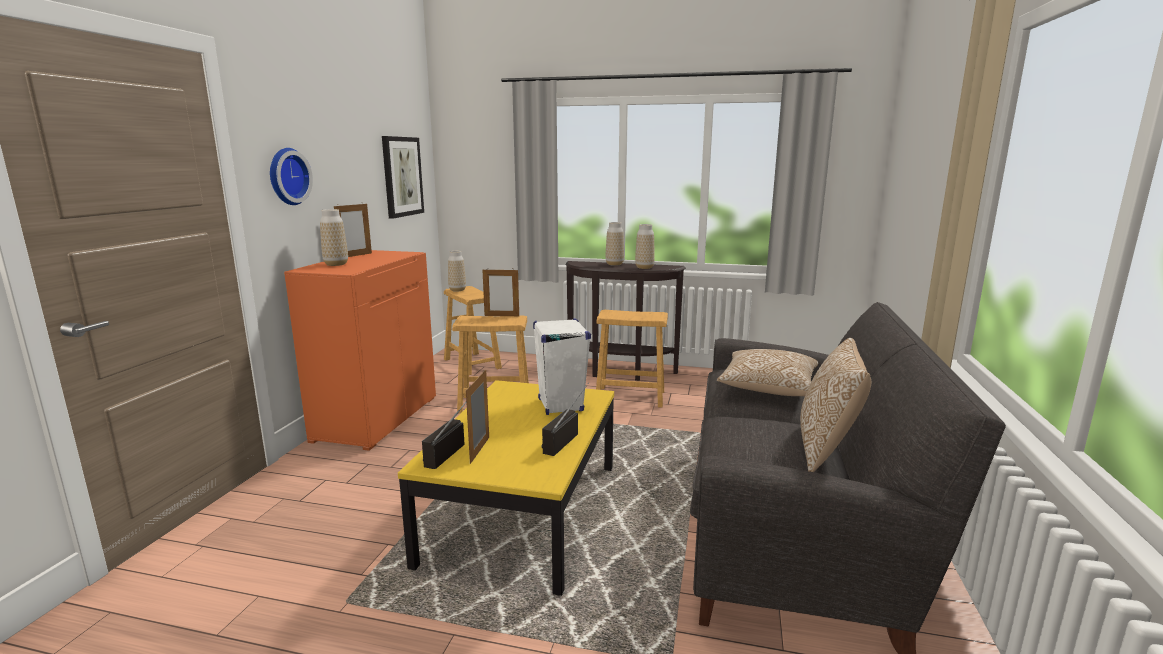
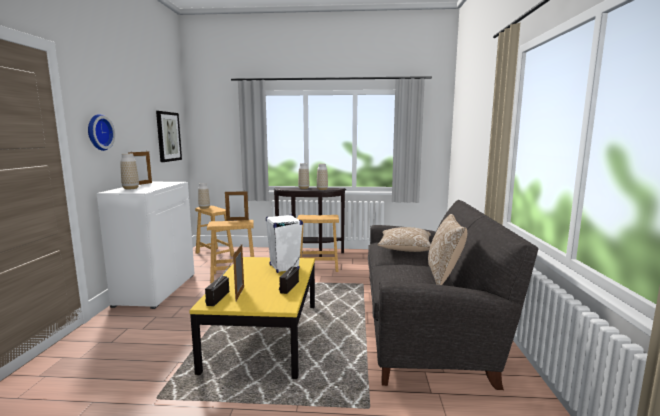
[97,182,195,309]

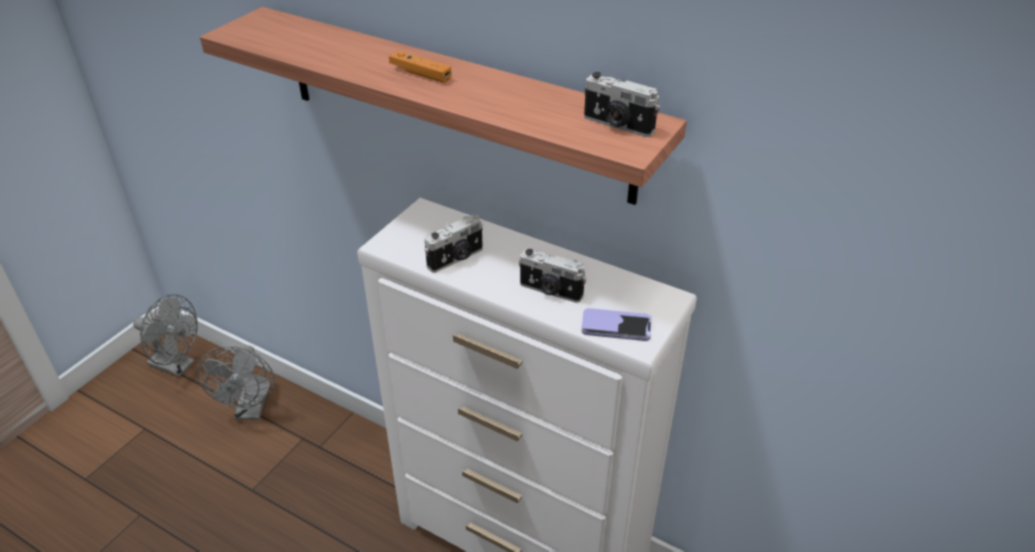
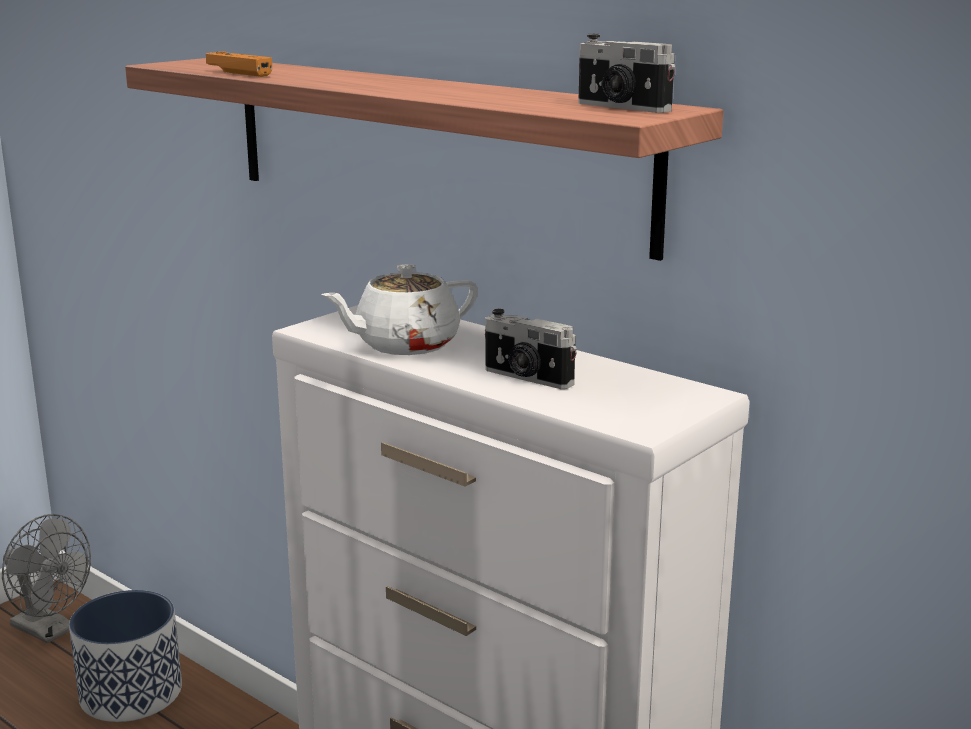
[69,590,182,722]
[206,52,272,77]
[321,264,478,355]
[581,308,652,341] (first image)

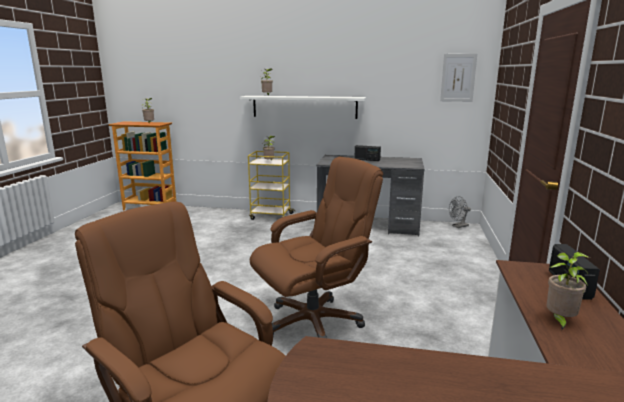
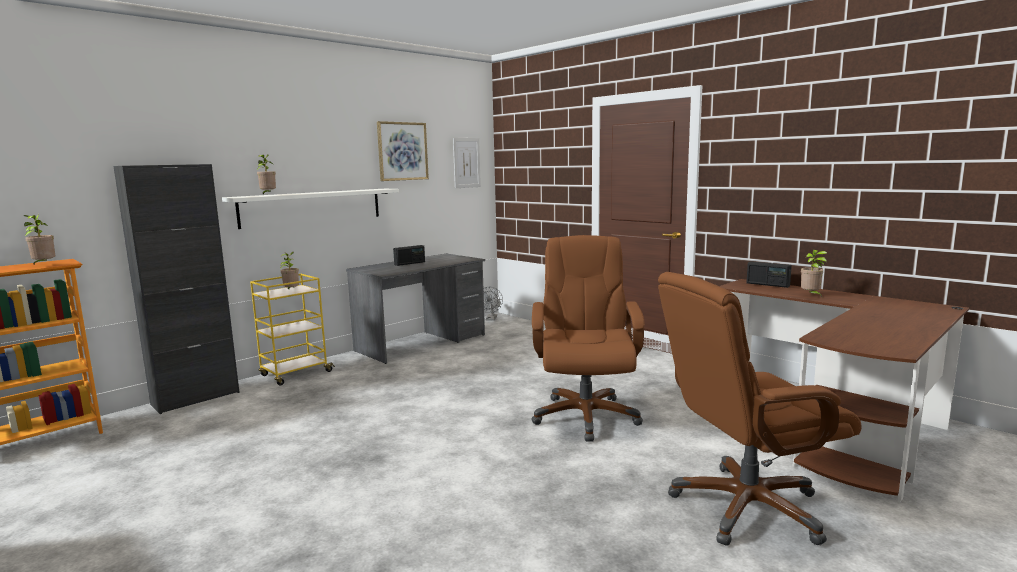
[113,164,240,414]
[377,121,429,181]

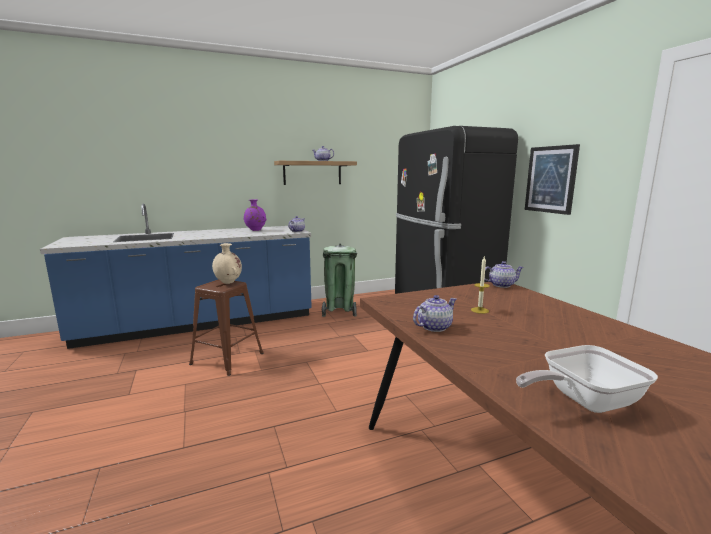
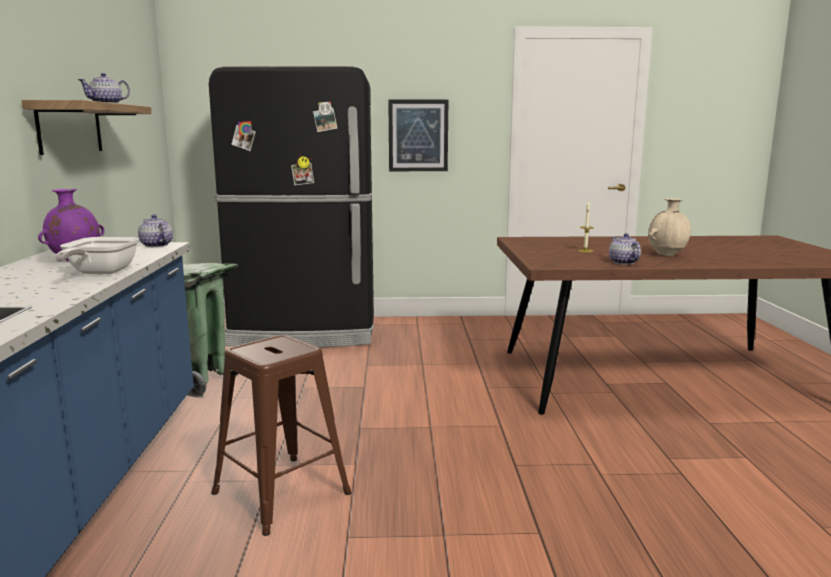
[648,198,691,256]
[484,261,524,288] (first image)
[55,237,139,274]

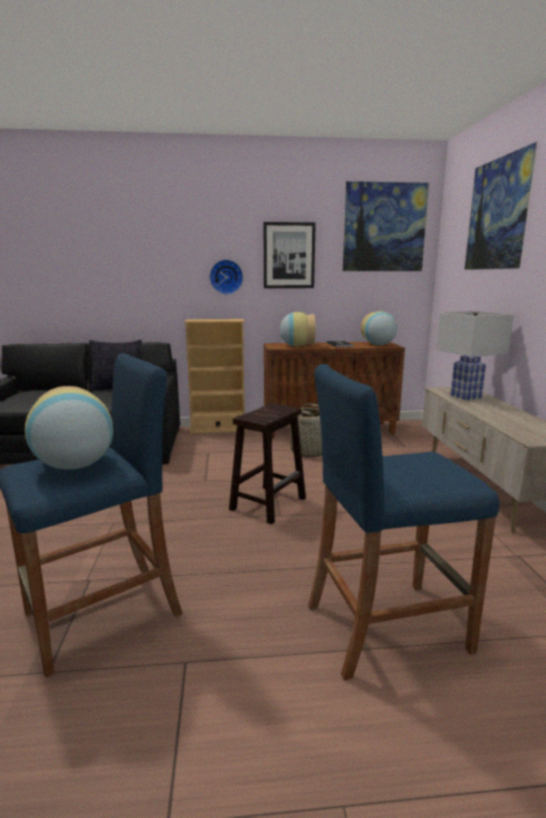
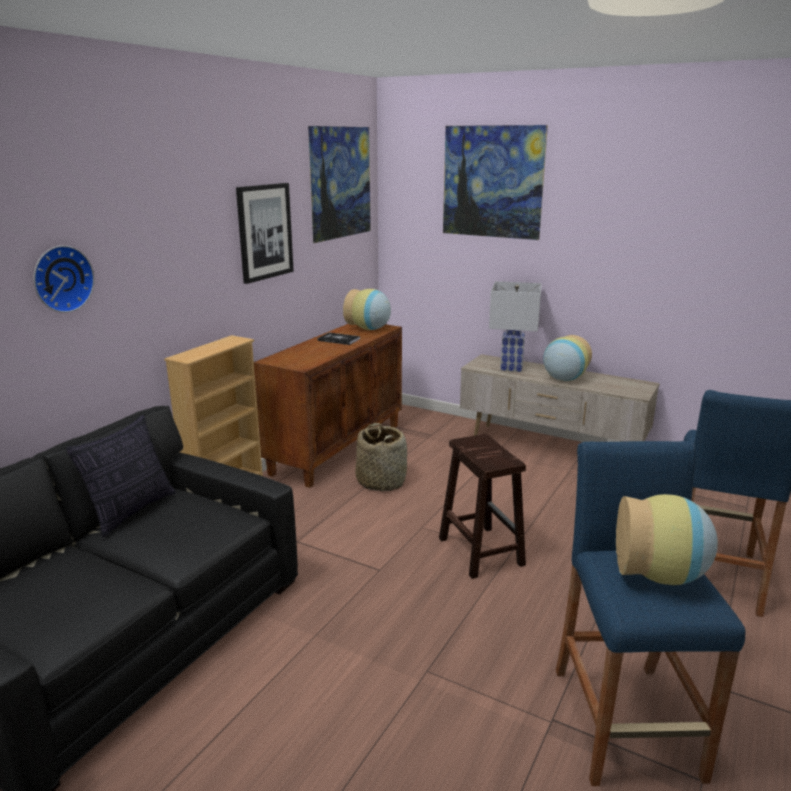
[33,245,95,313]
[543,335,592,381]

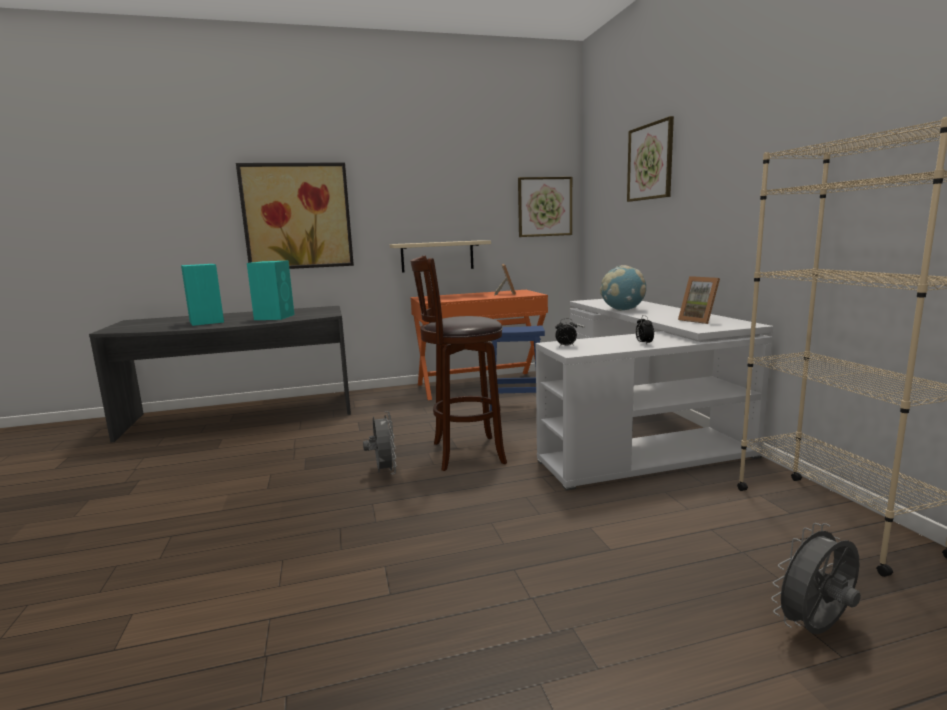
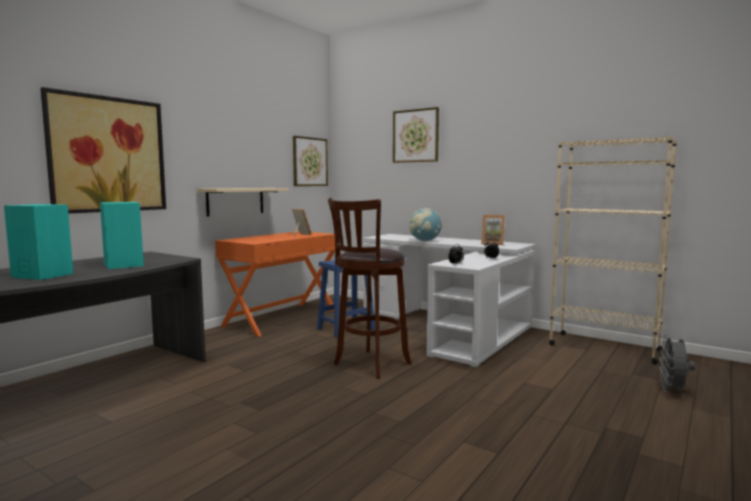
[363,411,397,475] (first image)

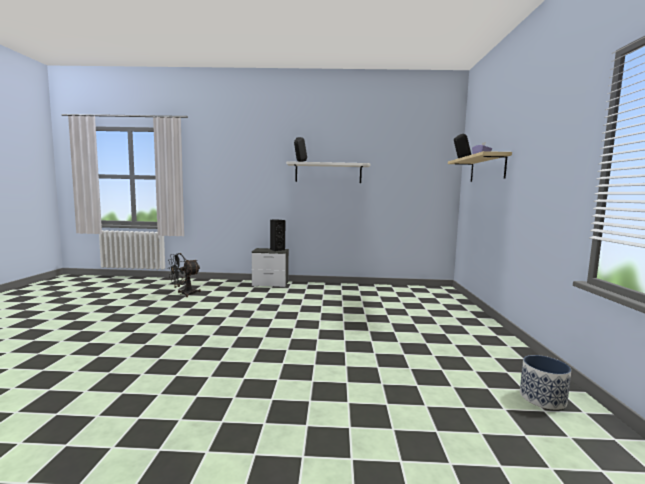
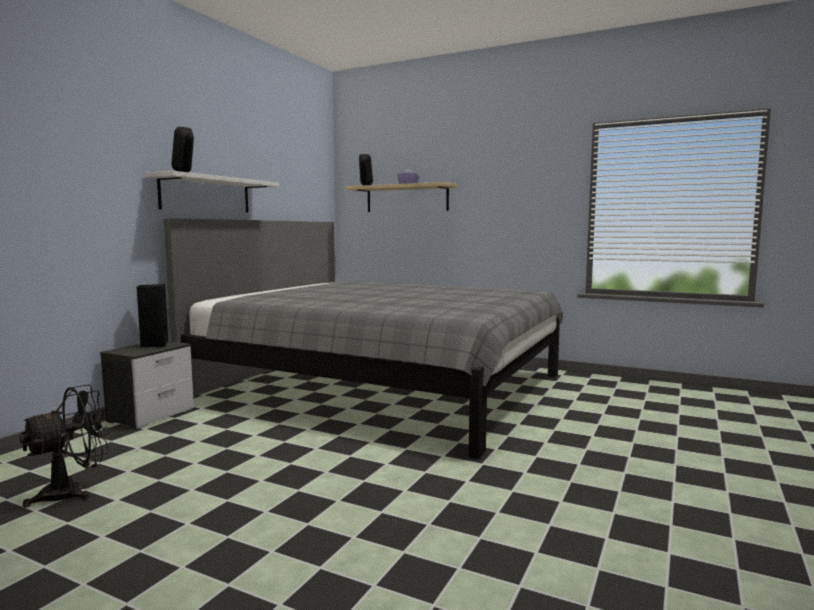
[19,384,110,508]
[520,355,571,410] (first image)
[164,218,563,459]

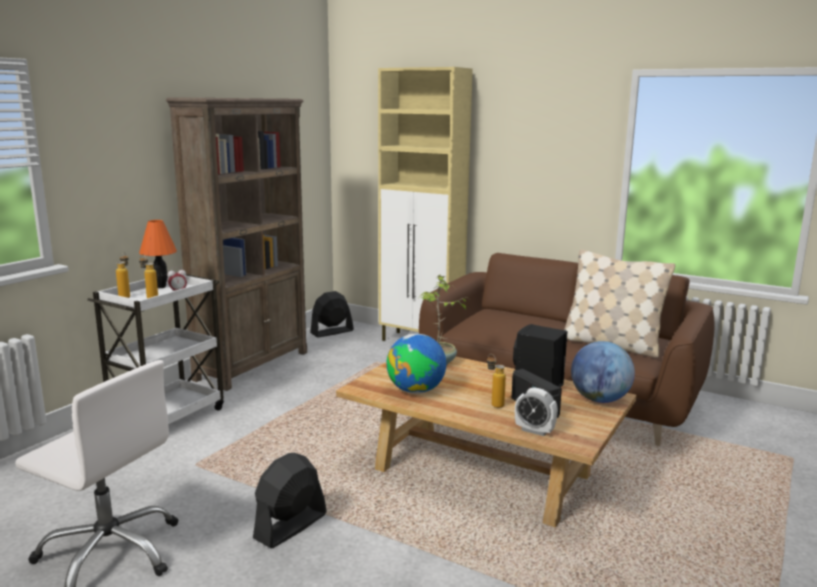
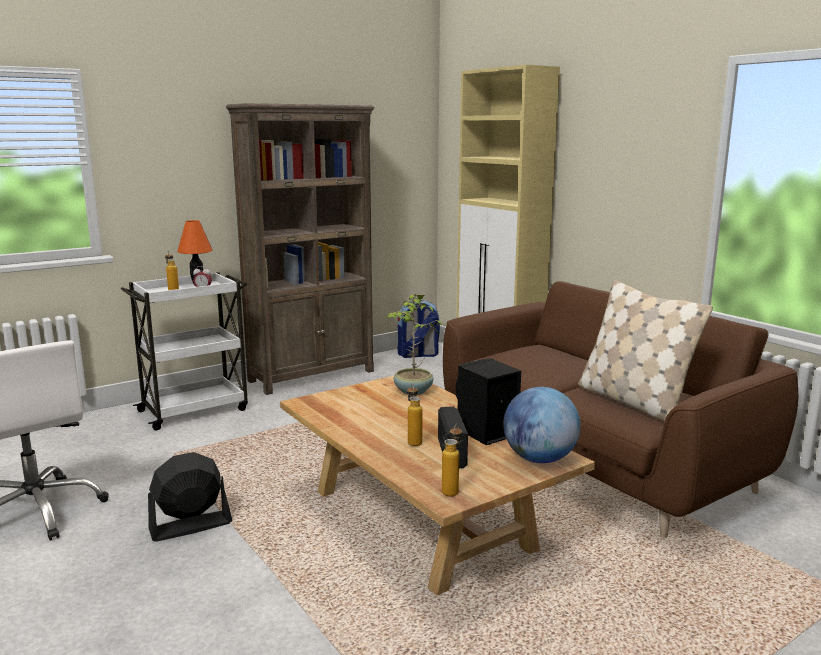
[442,423,462,497]
[397,300,440,358]
[386,334,446,394] (first image)
[515,387,558,436] (first image)

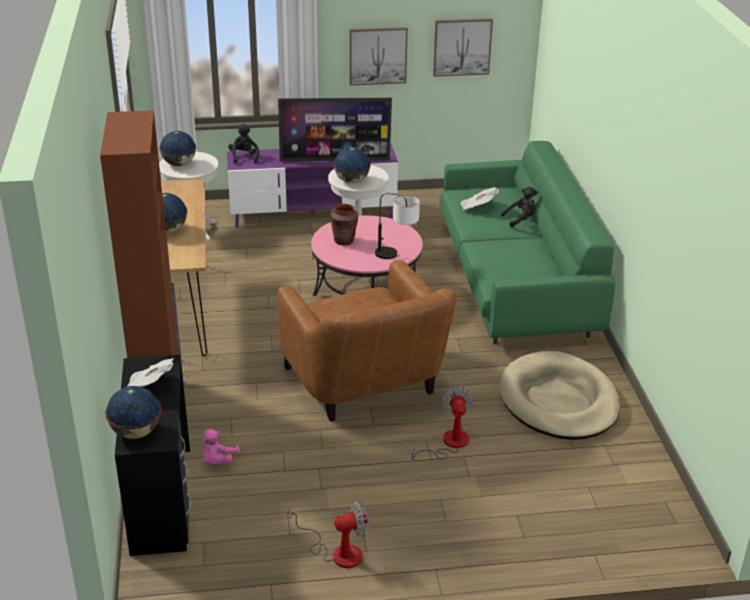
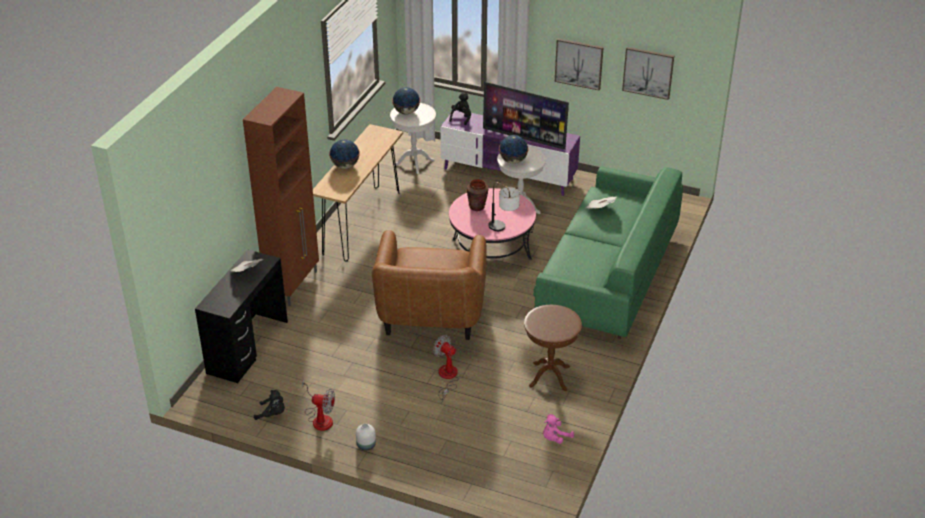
[105,386,161,439] (first image)
[543,414,574,444]
[433,335,459,400]
[524,305,582,391]
[254,390,285,420]
[356,423,376,451]

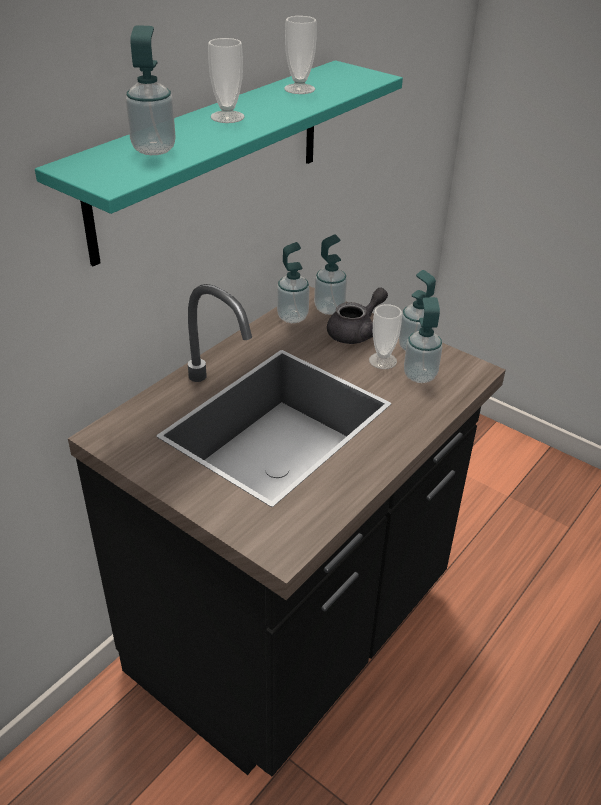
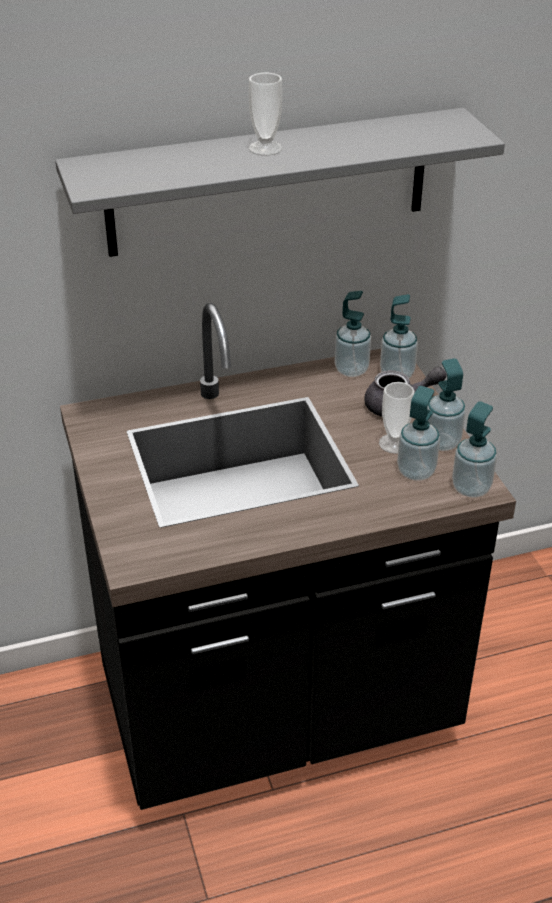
[55,108,505,257]
[452,401,497,498]
[284,16,317,94] (first image)

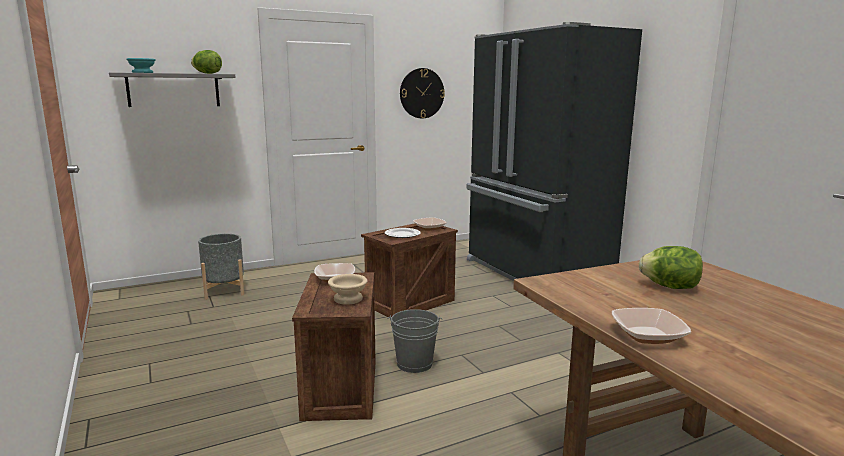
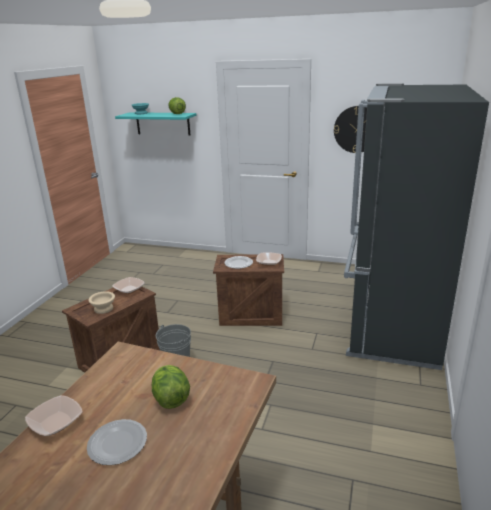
[115,112,196,136]
[198,234,244,300] (first image)
[87,419,147,465]

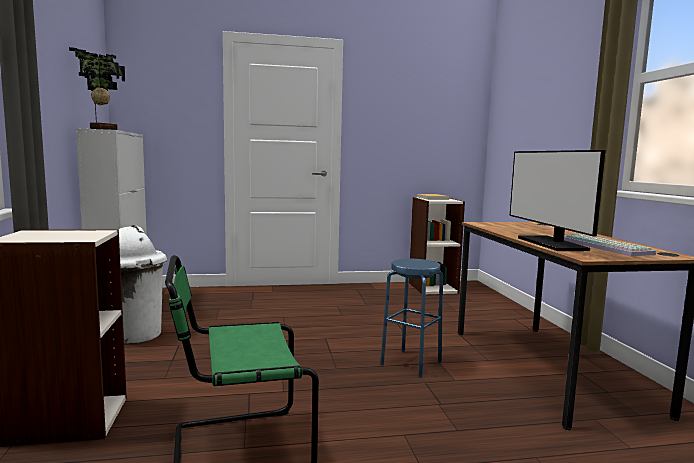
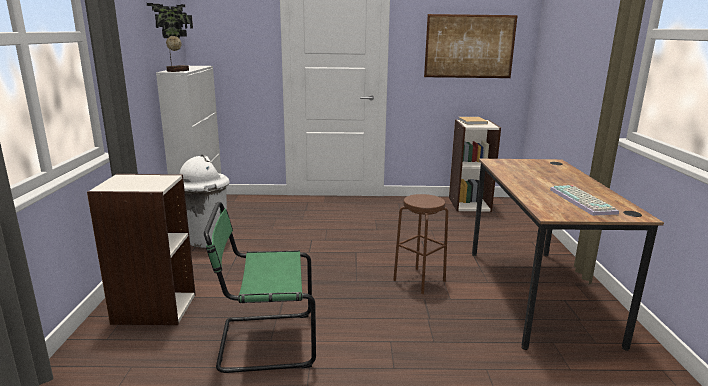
[393,194,448,294]
[510,150,606,251] (first image)
[424,14,518,78]

